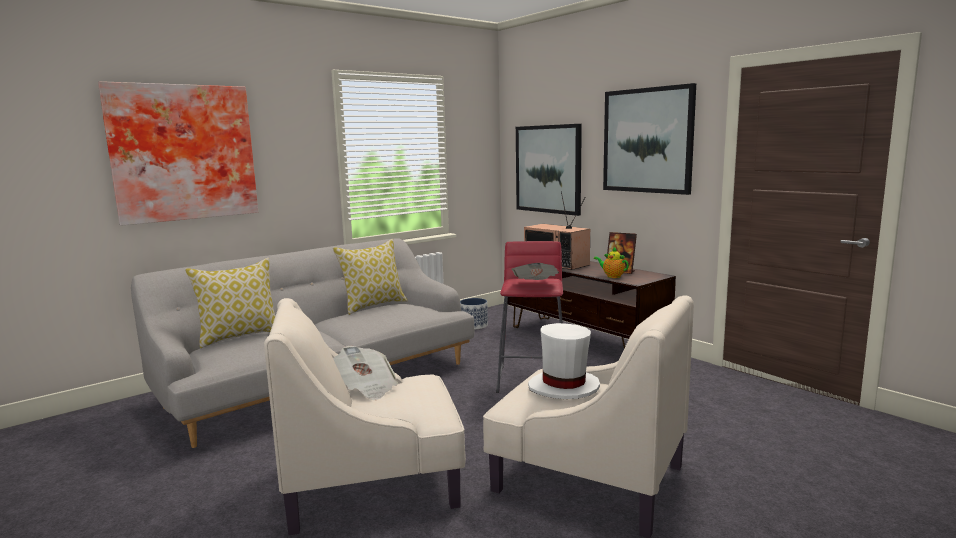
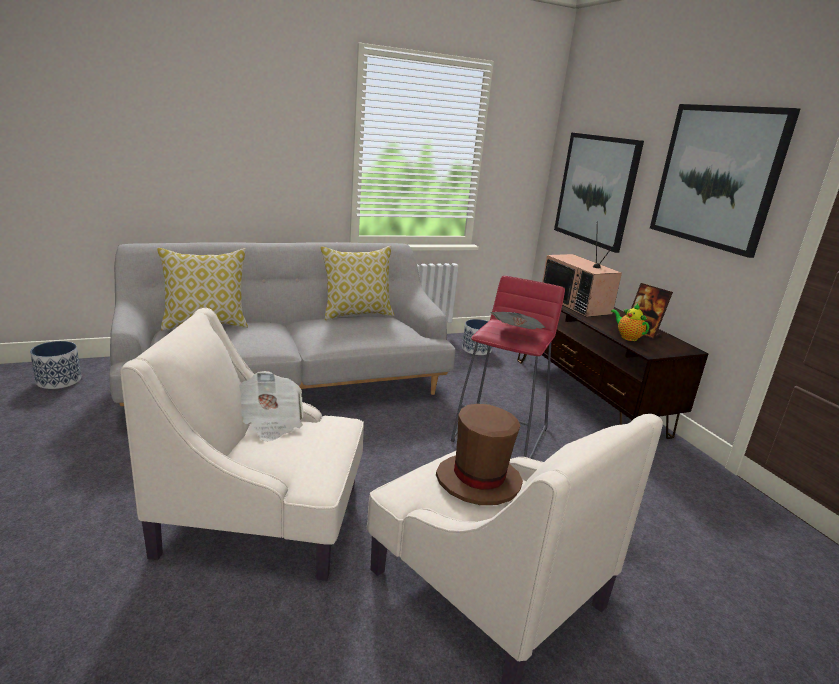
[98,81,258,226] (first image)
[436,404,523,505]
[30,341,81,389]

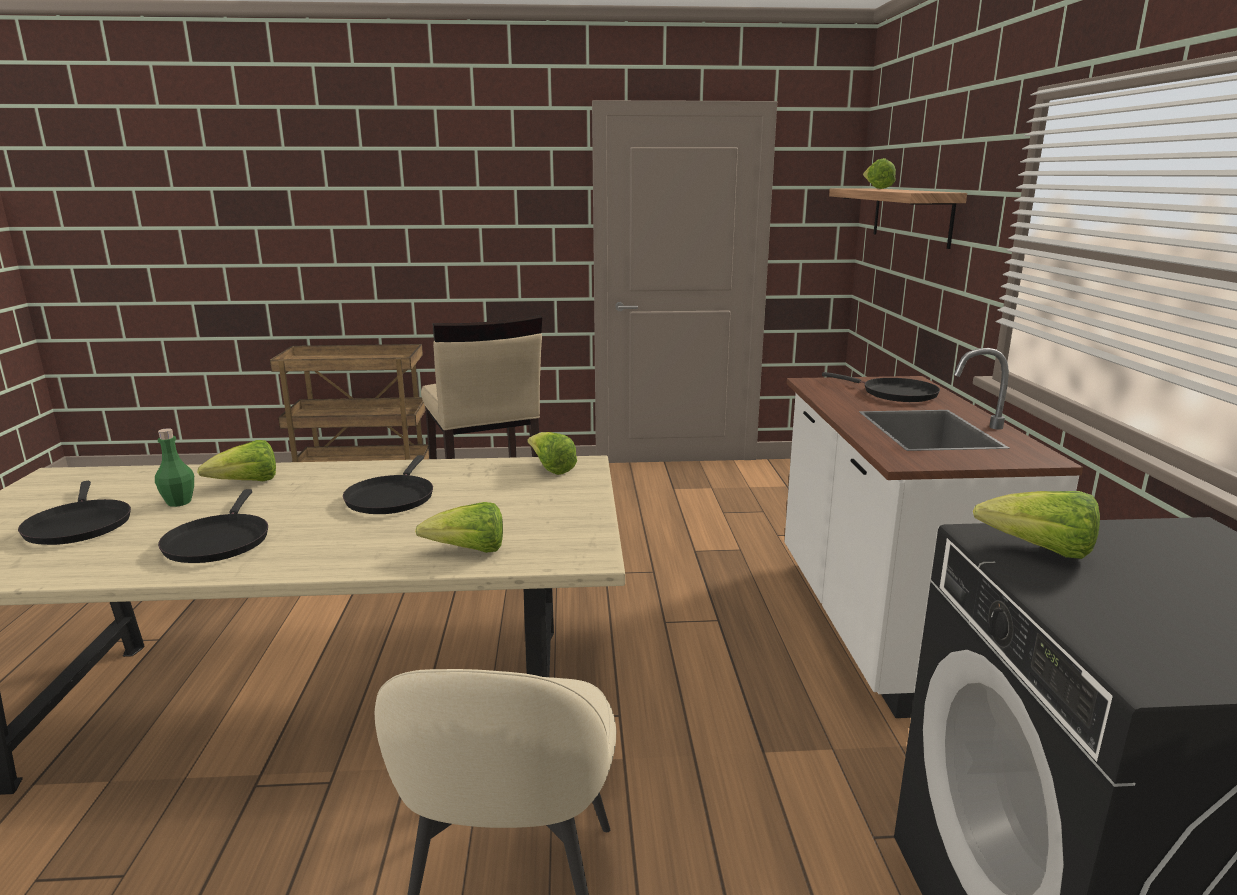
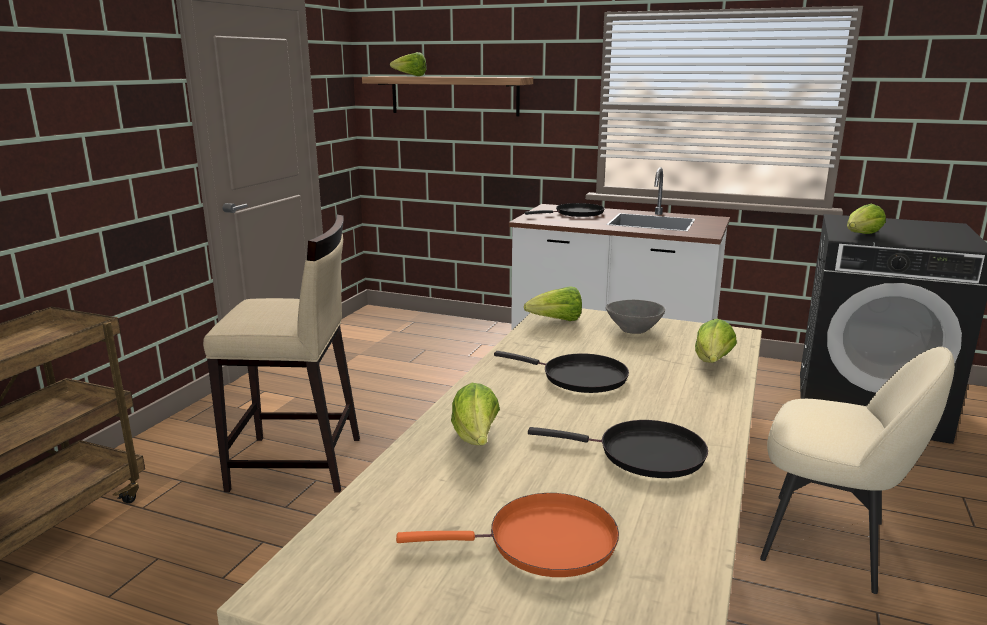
[396,493,619,577]
[155,428,194,507] (first image)
[606,300,665,334]

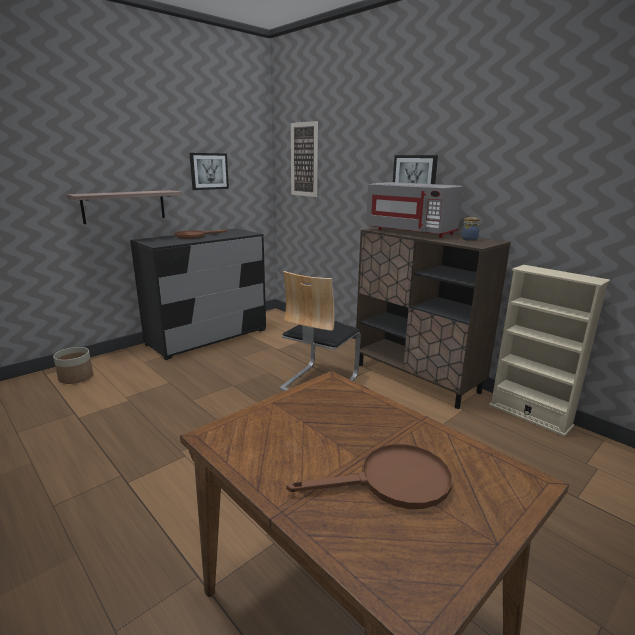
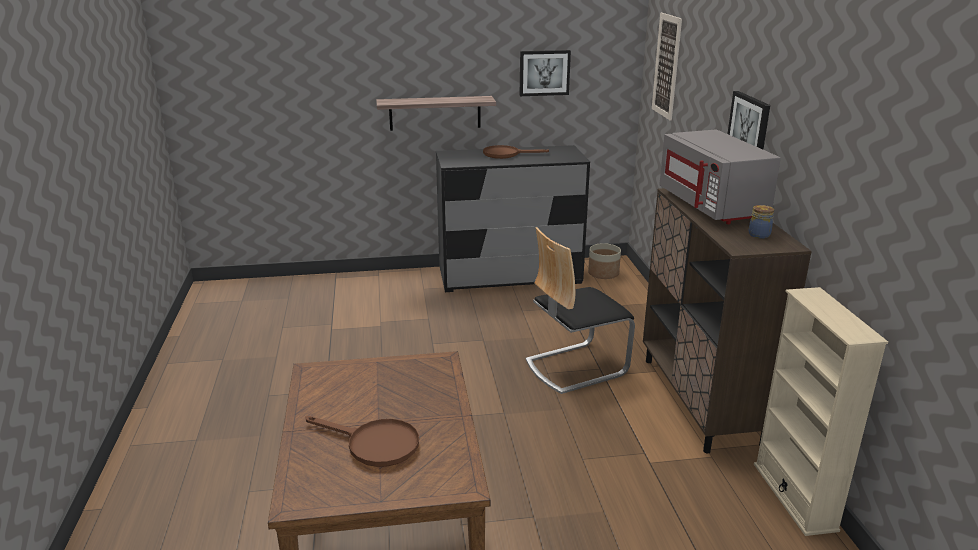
[588,243,621,279]

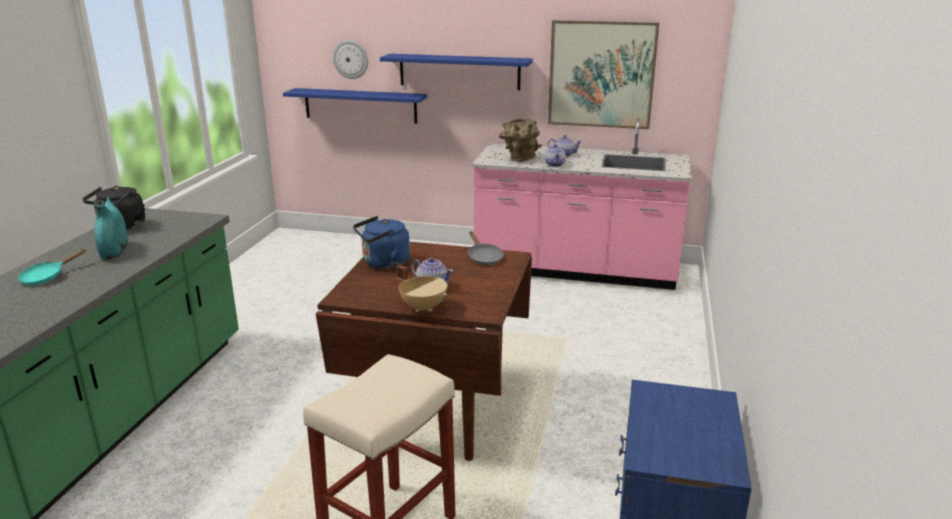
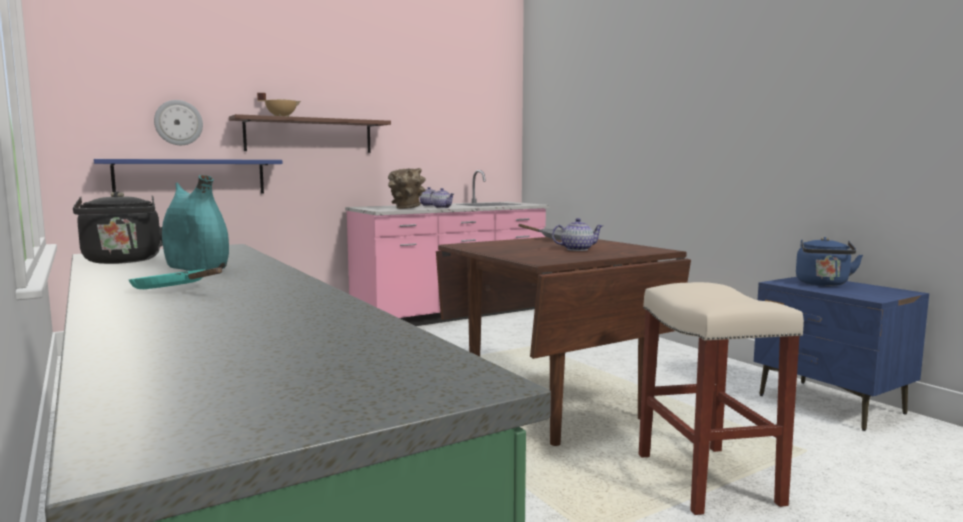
[129,268,222,289]
[796,237,863,286]
[229,114,391,153]
[257,93,301,116]
[548,20,659,129] (first image)

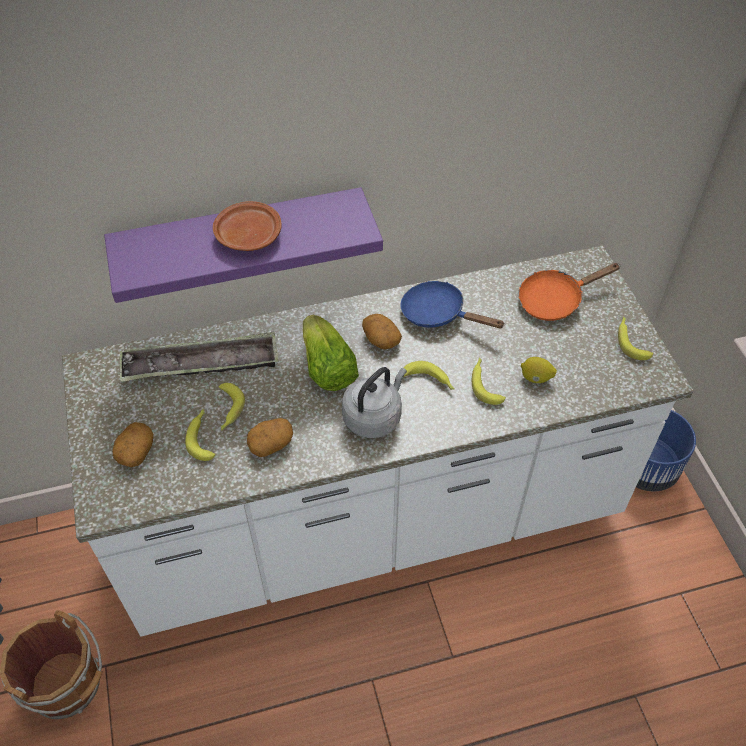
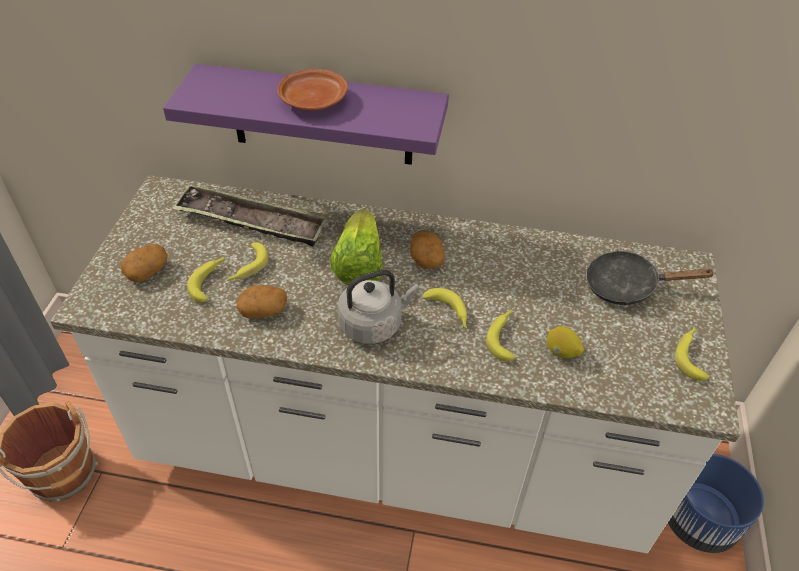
[400,281,505,328] (first image)
[586,250,716,305]

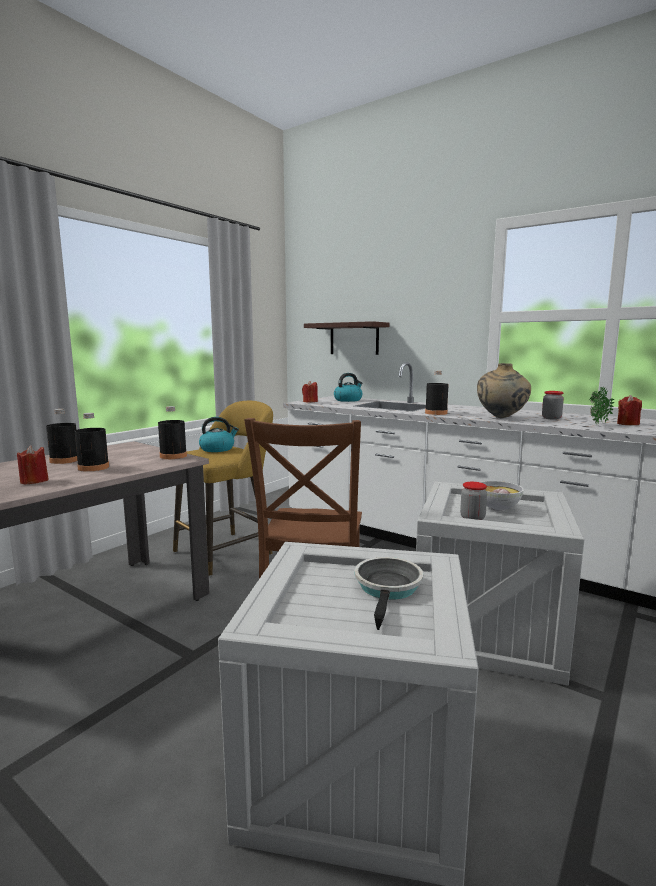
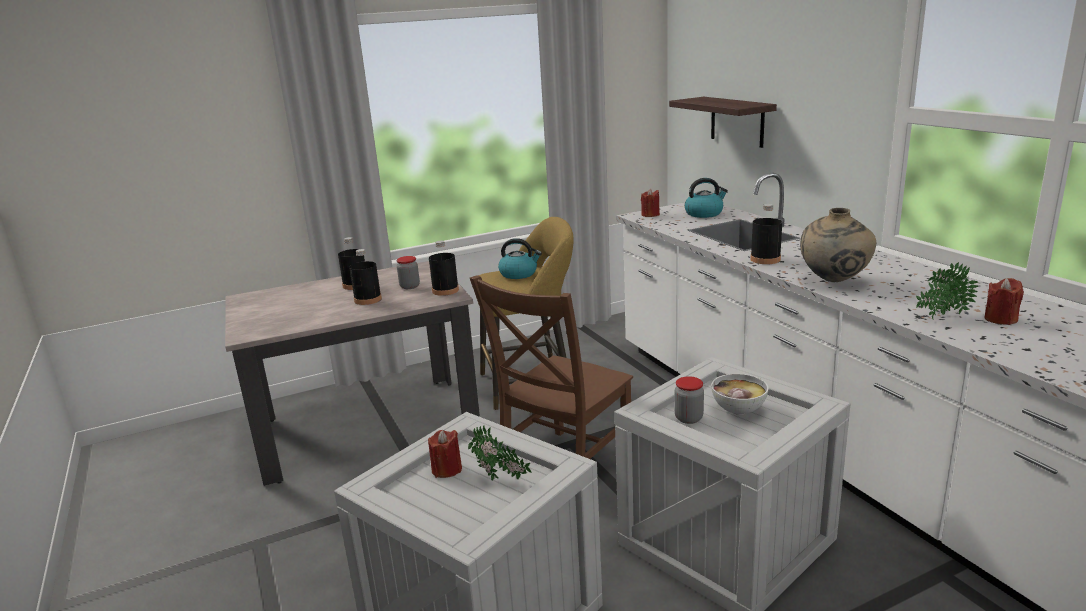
[428,430,462,478]
[468,425,532,481]
[397,256,420,289]

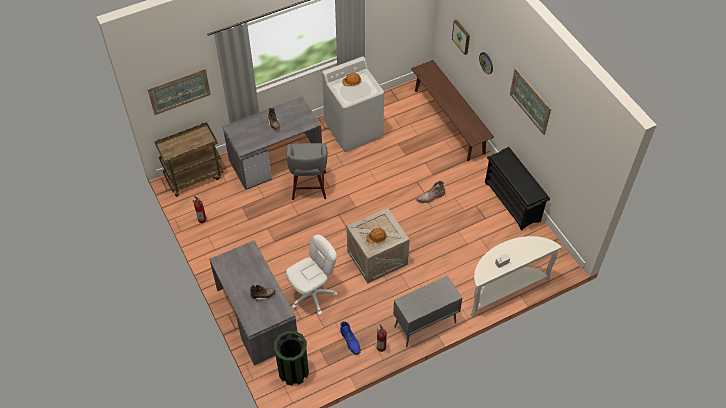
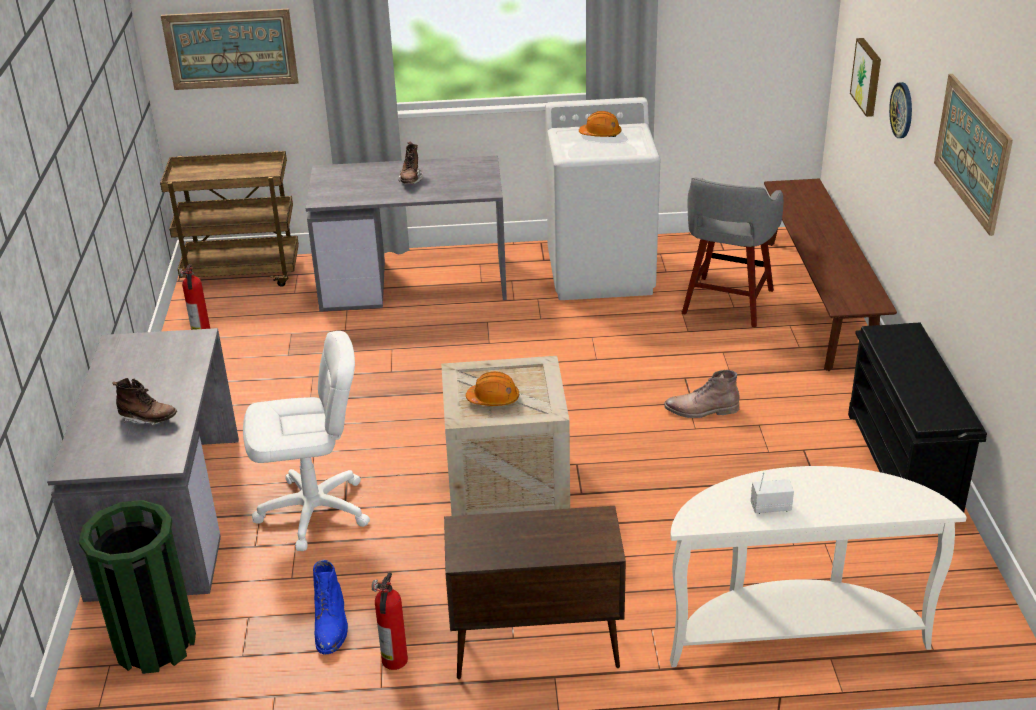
[682,177,783,328]
[444,506,626,679]

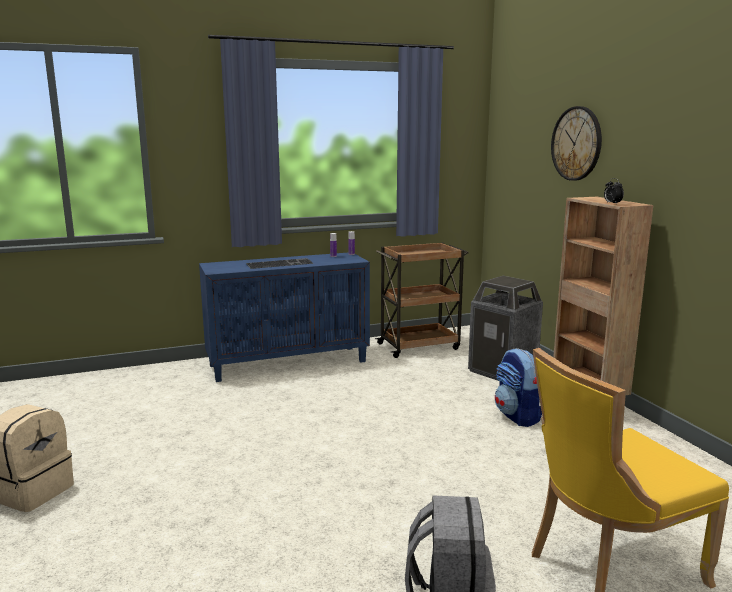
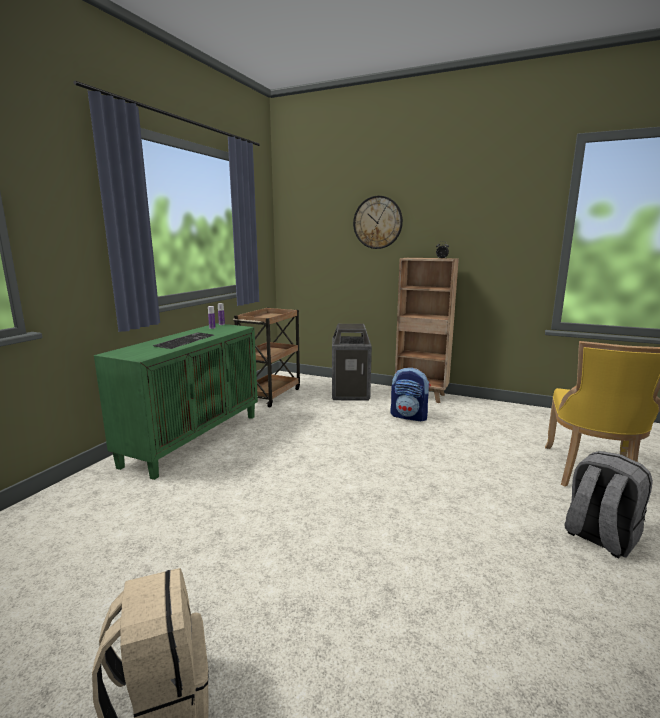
[94,323,258,480]

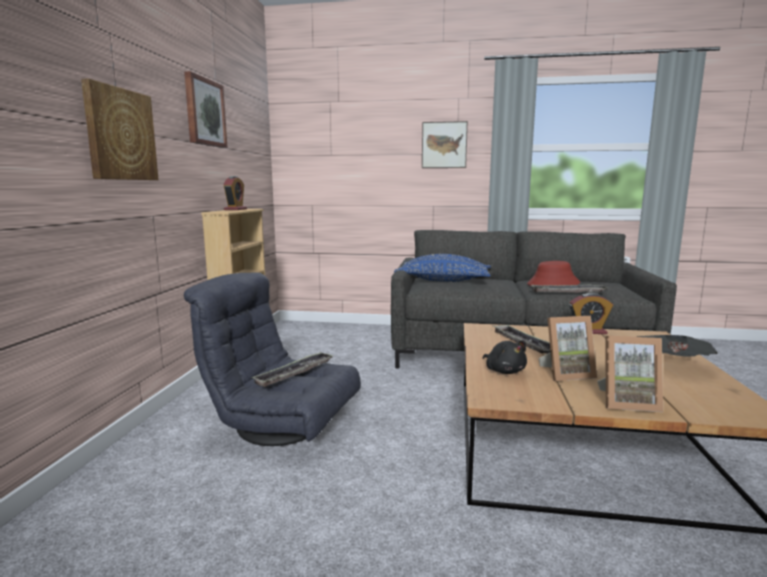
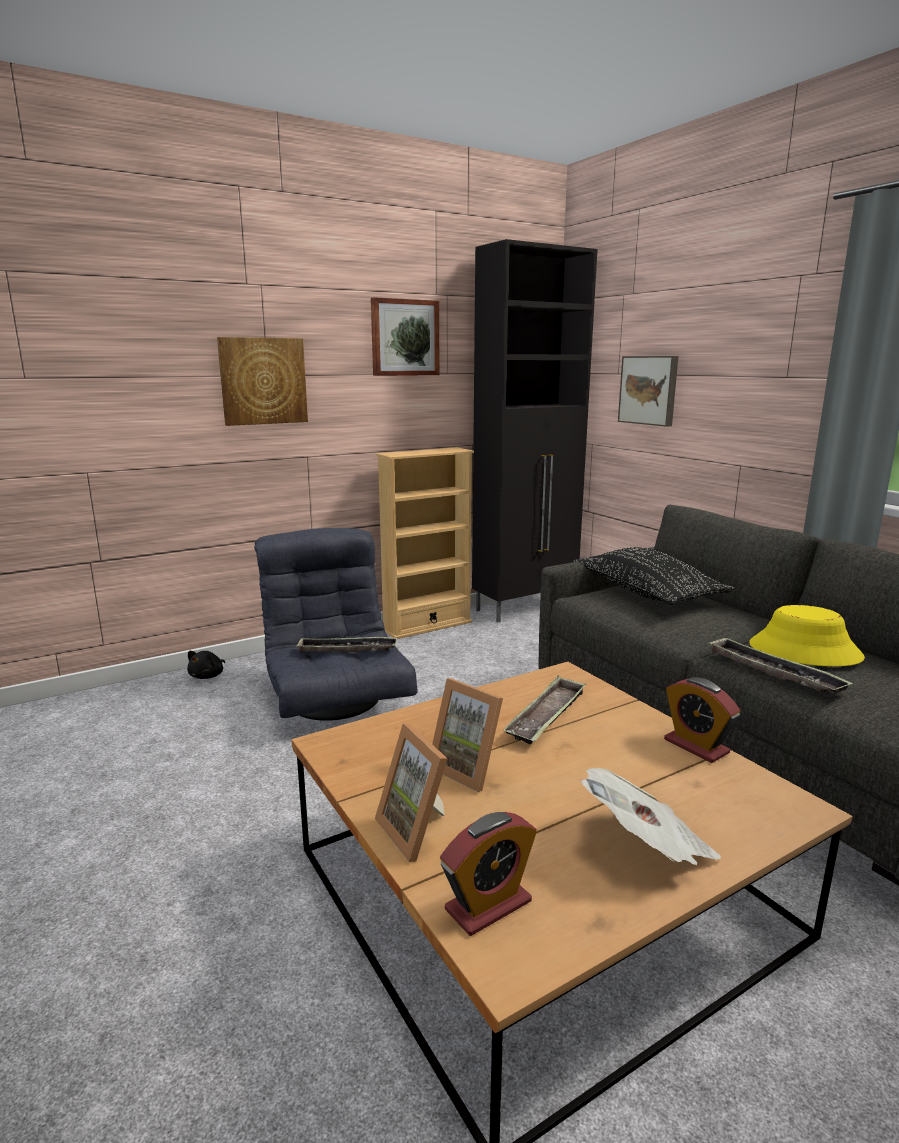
[440,812,537,936]
[573,547,735,605]
[618,356,678,427]
[187,651,225,679]
[749,605,865,667]
[472,239,598,622]

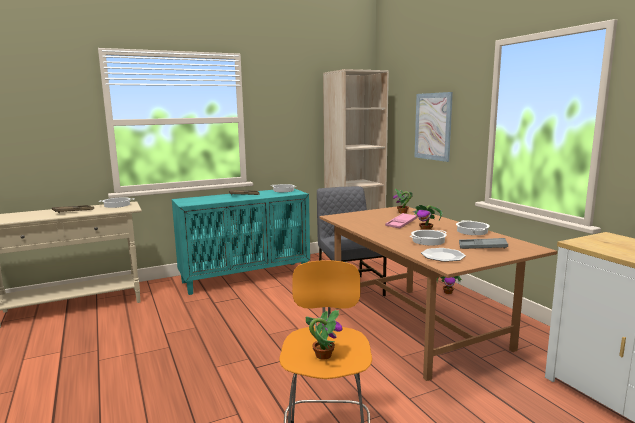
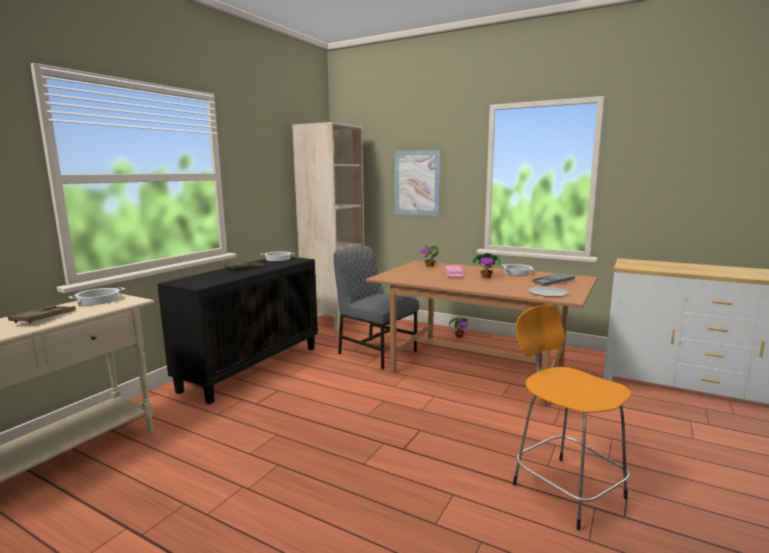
[157,257,318,404]
[306,309,343,360] (first image)
[410,230,447,246] (first image)

